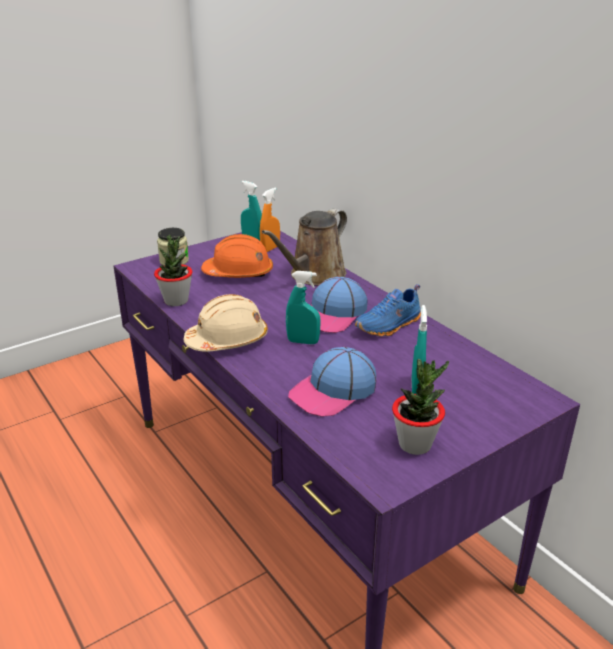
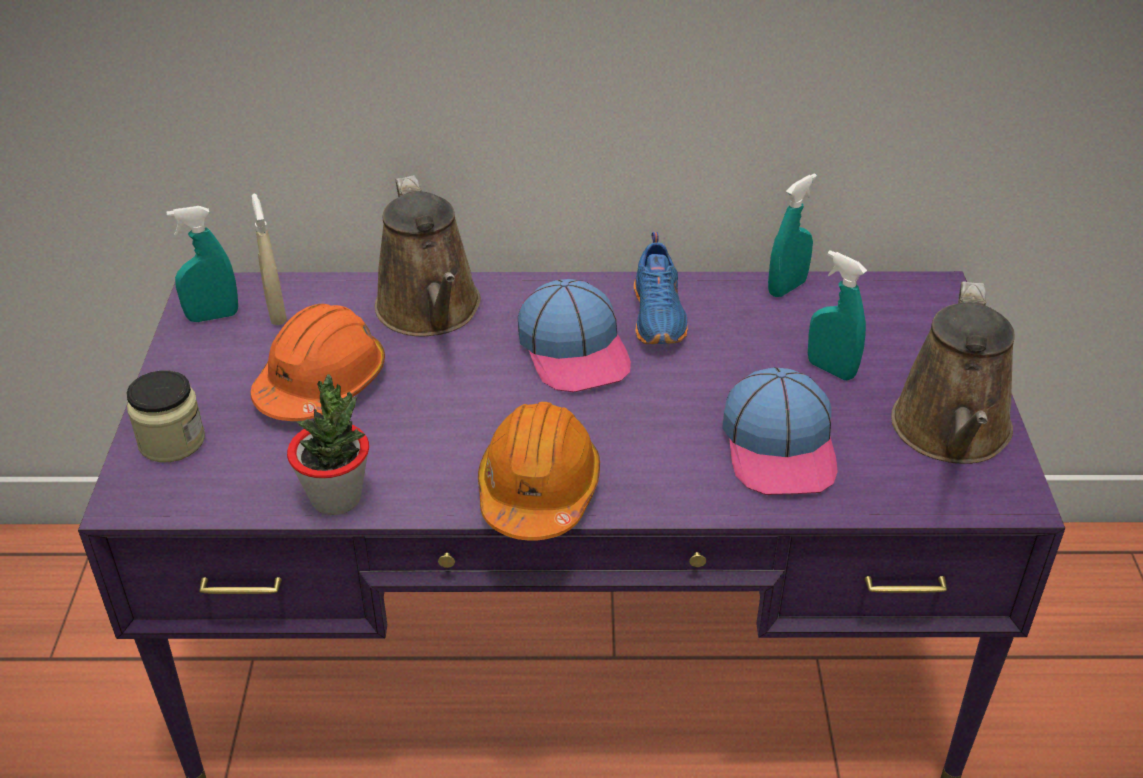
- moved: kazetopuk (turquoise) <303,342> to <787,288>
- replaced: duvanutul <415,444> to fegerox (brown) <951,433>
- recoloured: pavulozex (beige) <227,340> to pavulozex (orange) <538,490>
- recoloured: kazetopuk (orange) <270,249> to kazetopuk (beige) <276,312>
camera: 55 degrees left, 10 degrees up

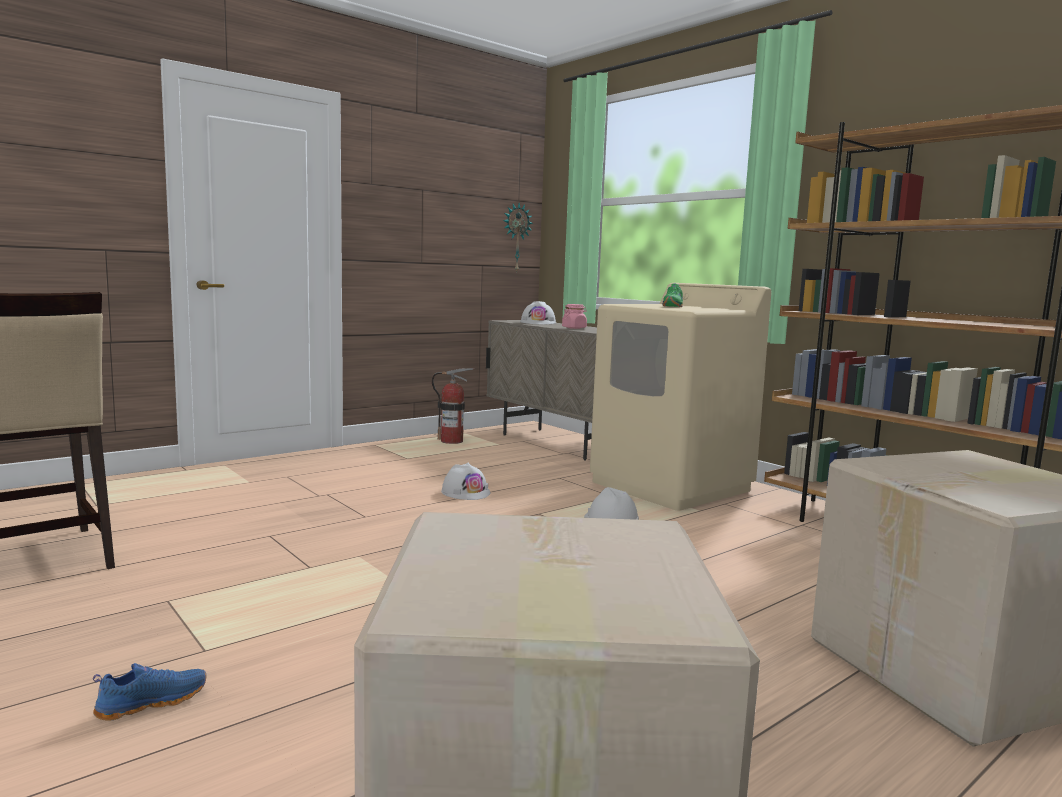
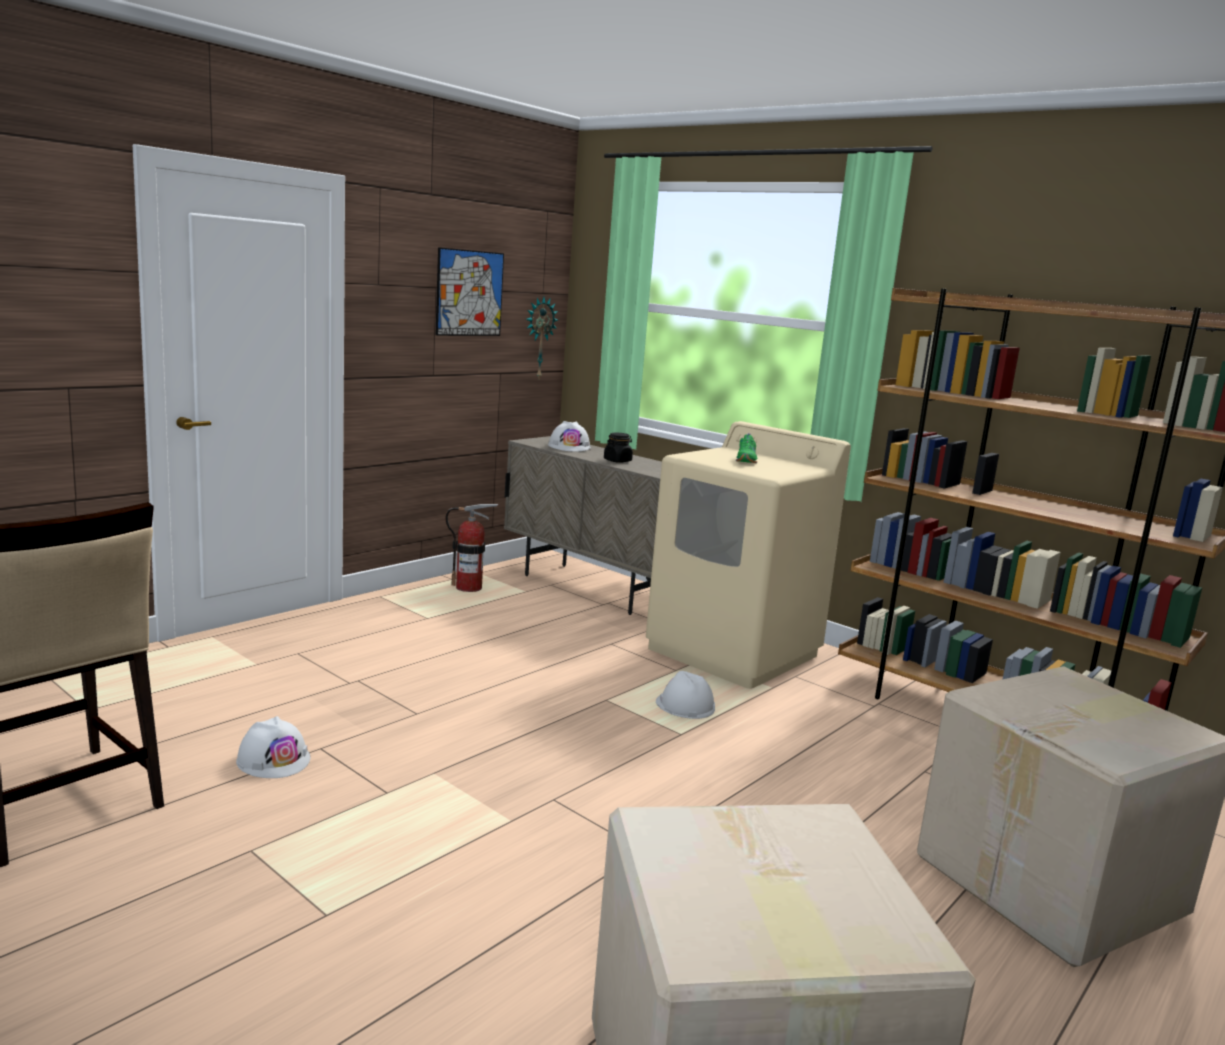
- removed: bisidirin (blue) <152,702>
- added: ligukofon <469,293>
- moved: pavulozex (white) <465,492> to <273,759>
- recoloured: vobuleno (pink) <574,328> to vobuleno (black) <617,461>
camera: 10 degrees left, 5 degrees up

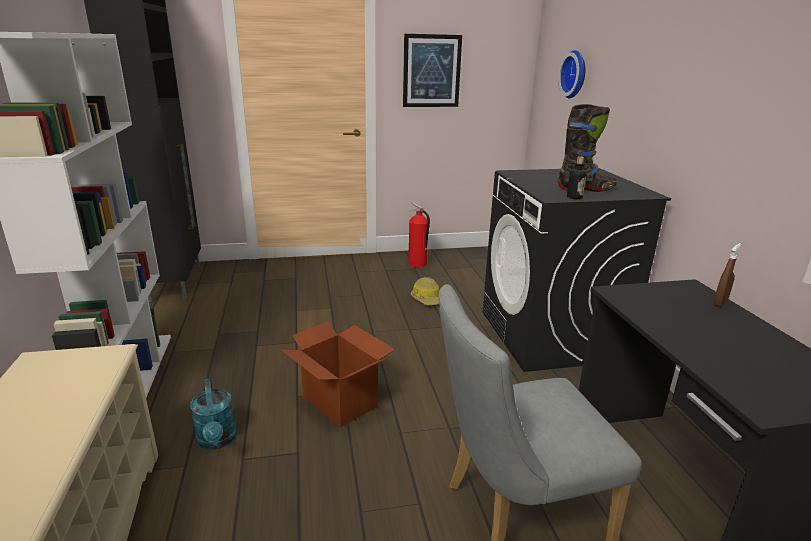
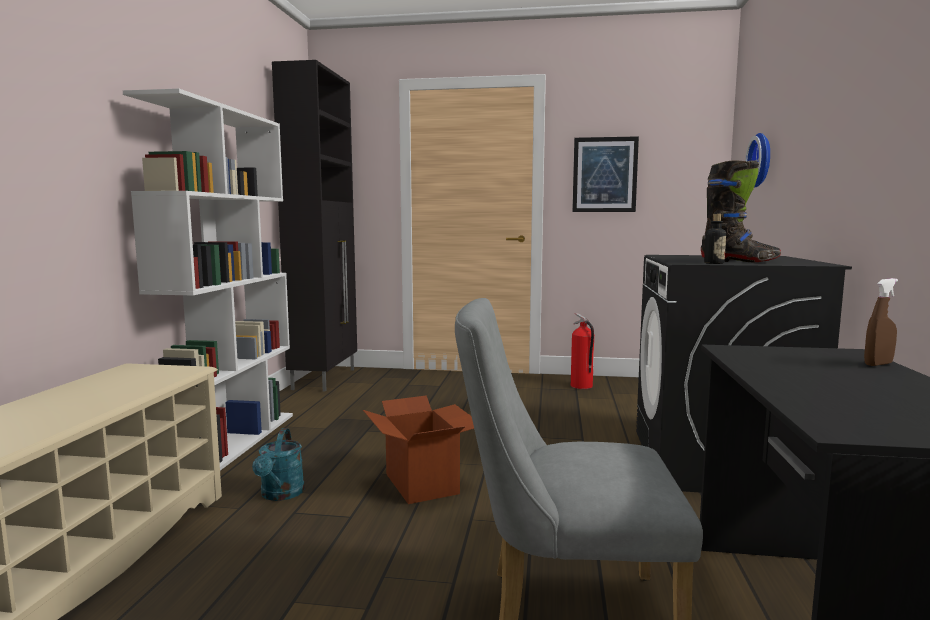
- removed: pavulozex <427,299>
camera: 20 degrees right, 15 degrees down

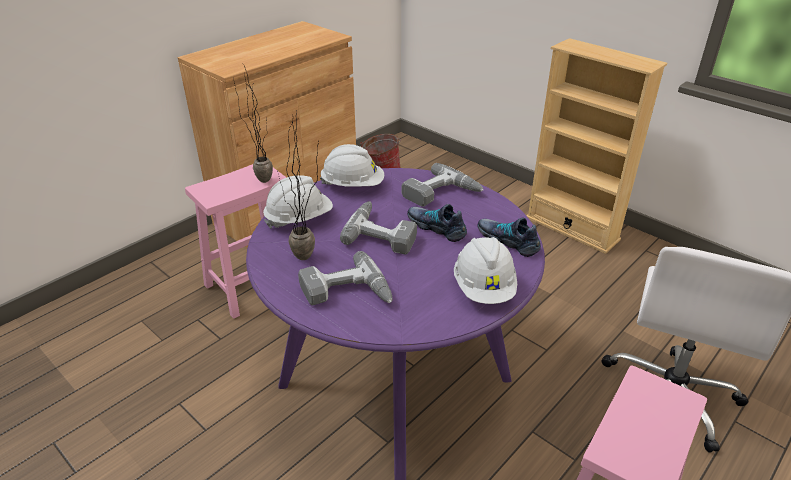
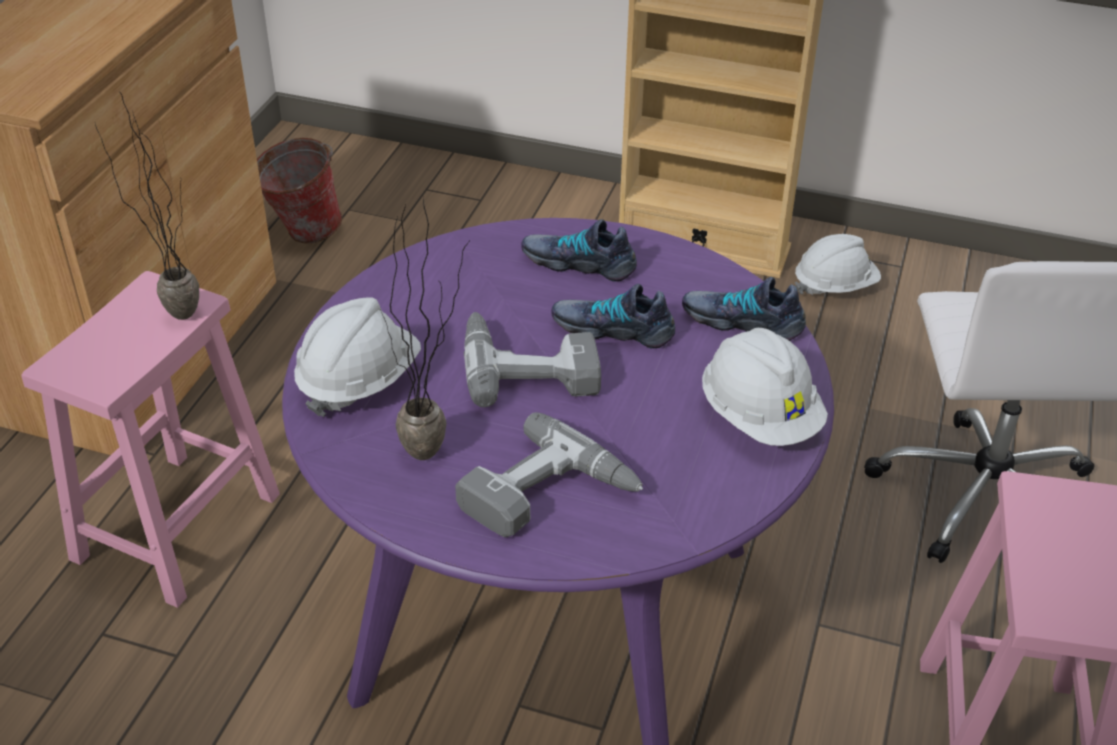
- moved: pavulozex (white) <353,185> to <835,286>
- replaced: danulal <442,194> to bisidirin <579,263>
camera: 25 degrees left, 5 degrees up

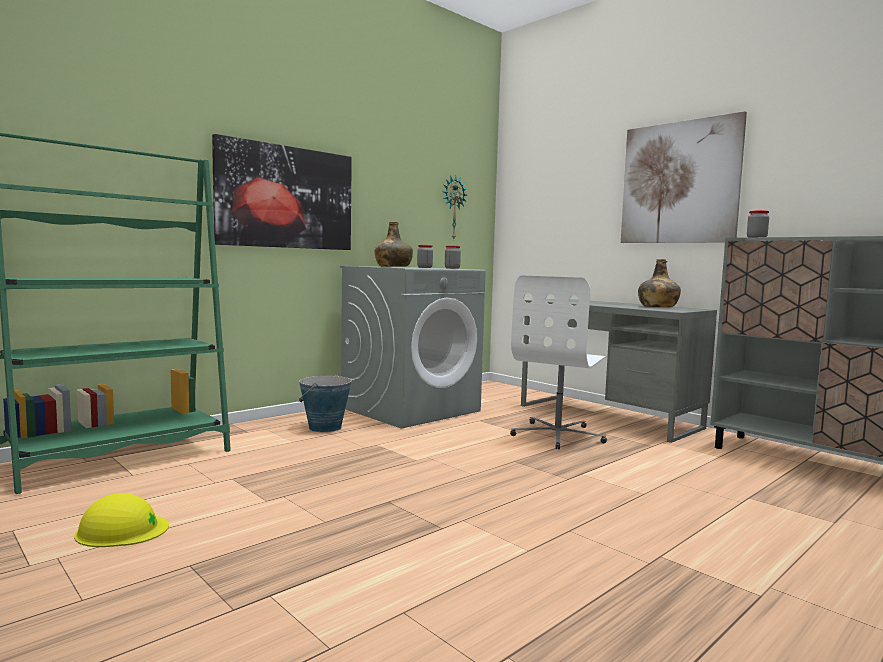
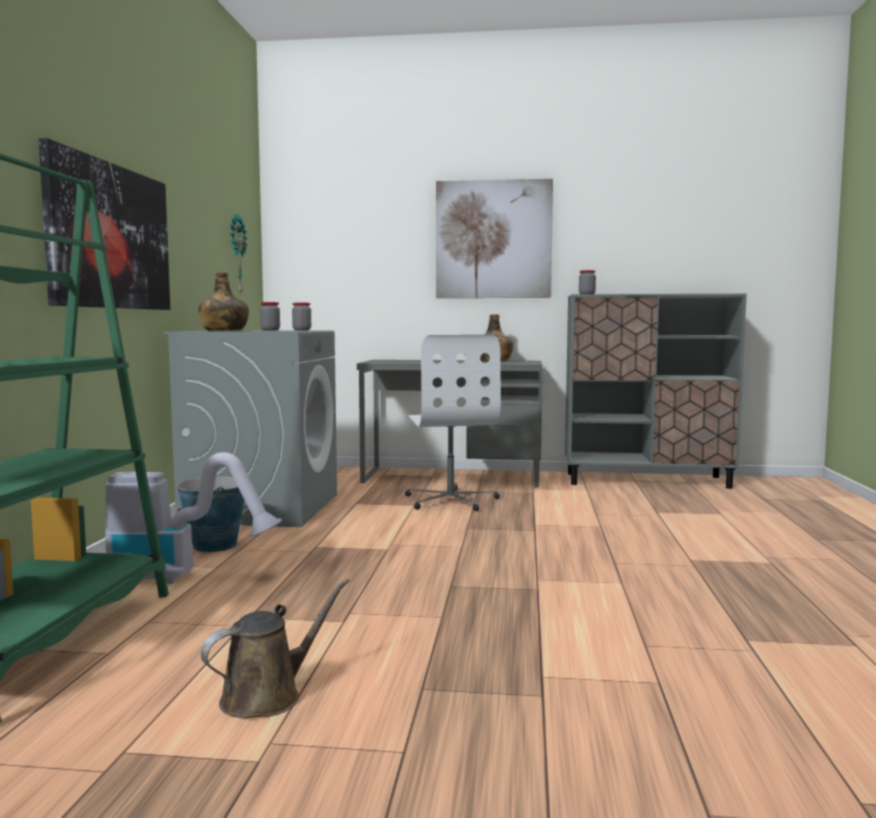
- added: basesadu <180,576>
- replaced: pavulozex (yellow) <122,530> to fegerox (brown) <268,696>
camera: 40 degrees left, 0 degrees up

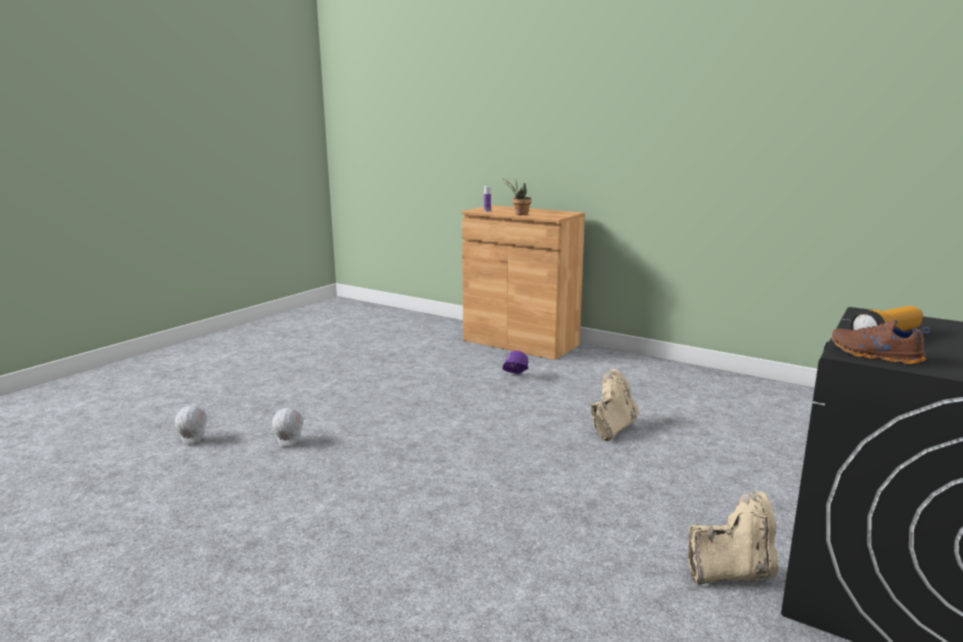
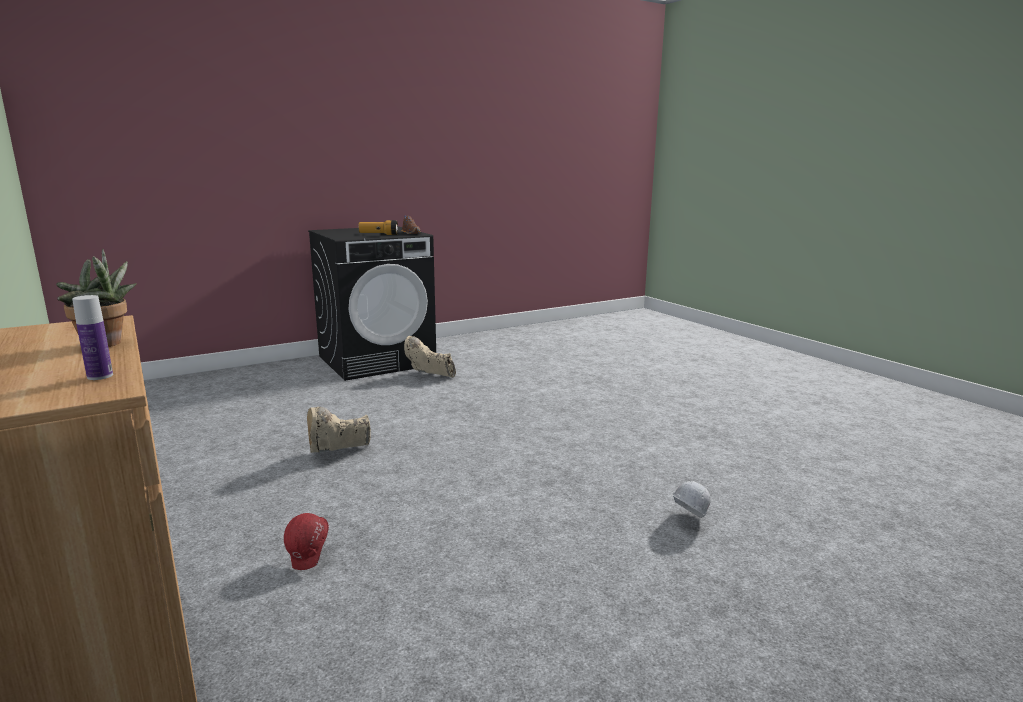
- removed: pavulozex (white) <195,439>
- recoloured: pavulozex (purple) <515,377> to pavulozex (red) <310,560>
camera: 155 degrees left, 0 degrees up

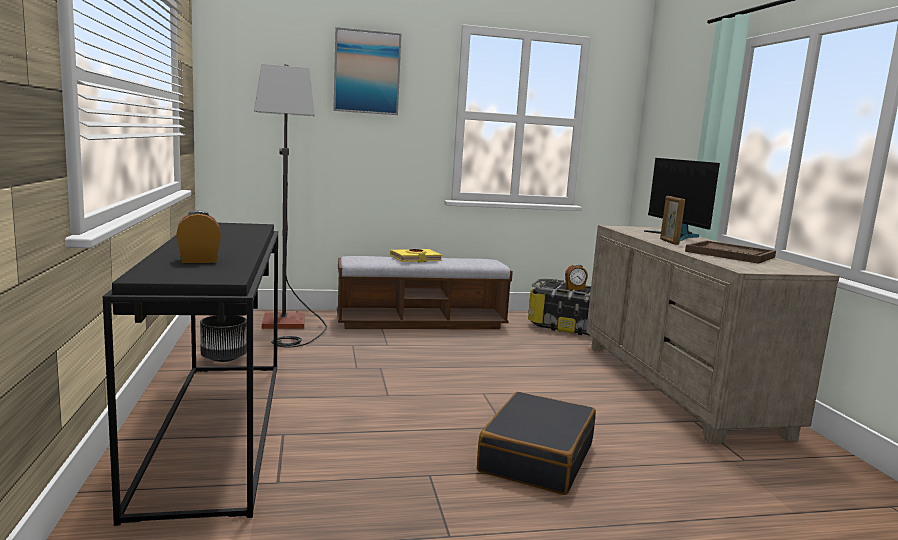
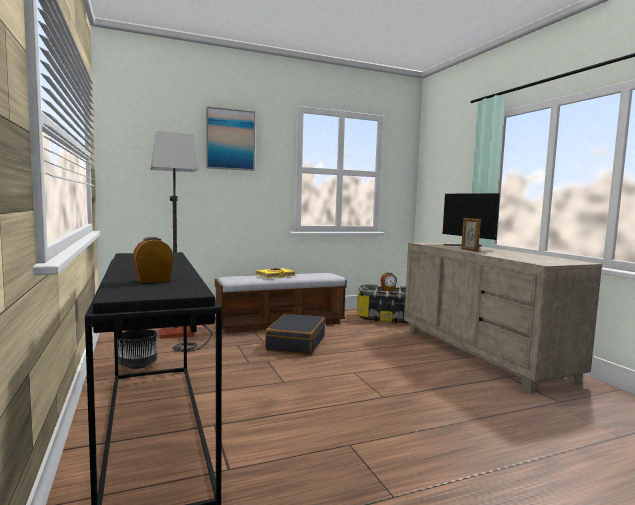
- removed: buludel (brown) <730,254>
- moved: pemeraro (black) <536,457> to <295,343>
camera: 10 degrees left, 5 degrees down

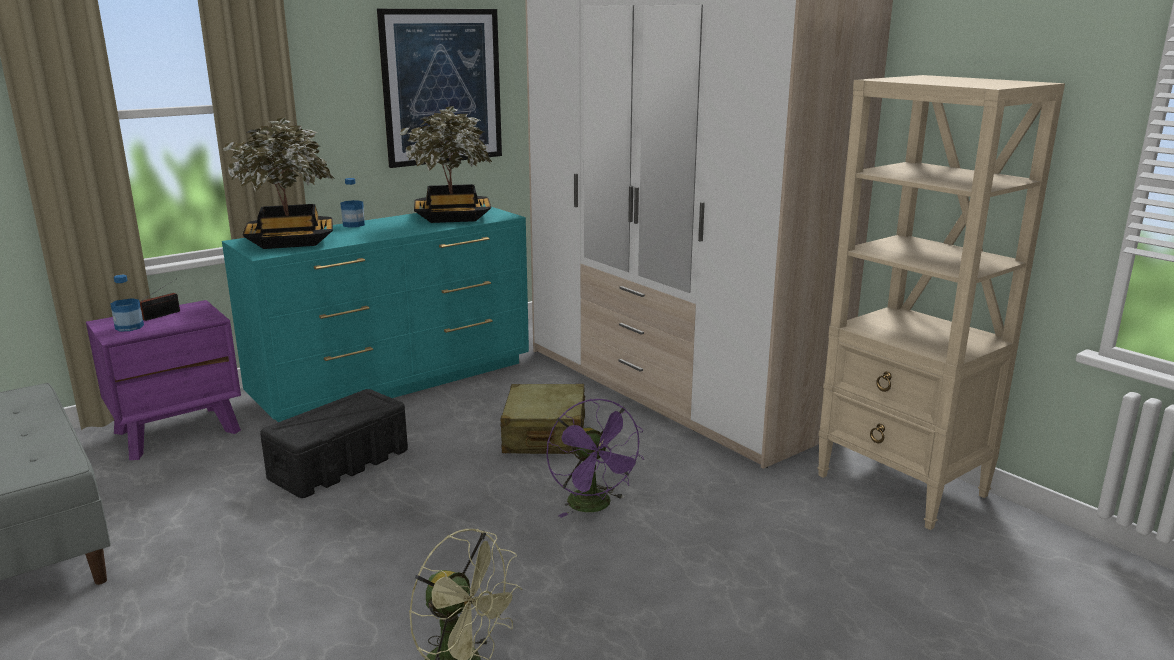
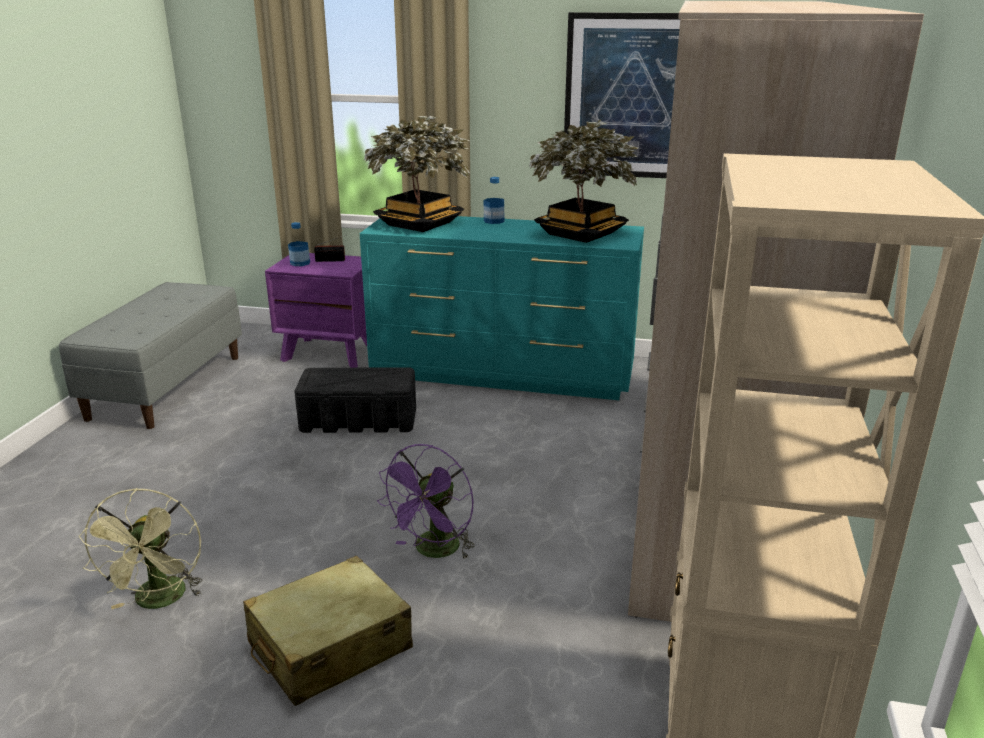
- moved: pemeraro (beige) <545,435> to <329,647>
camera: 50 degrees right, 5 degrees up

